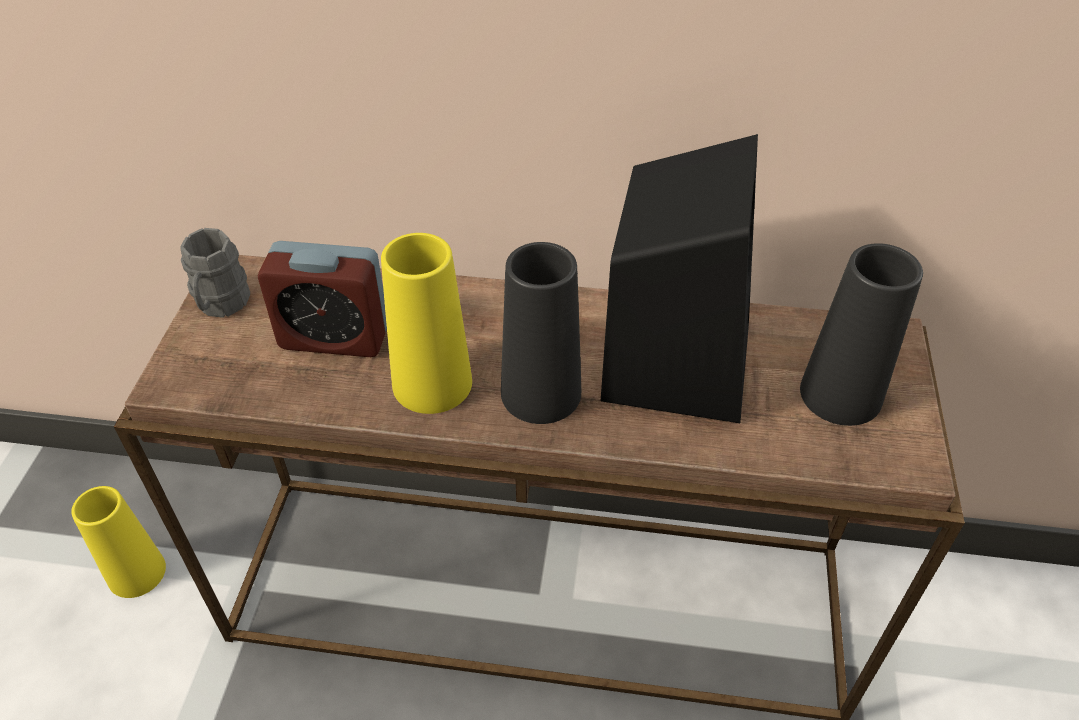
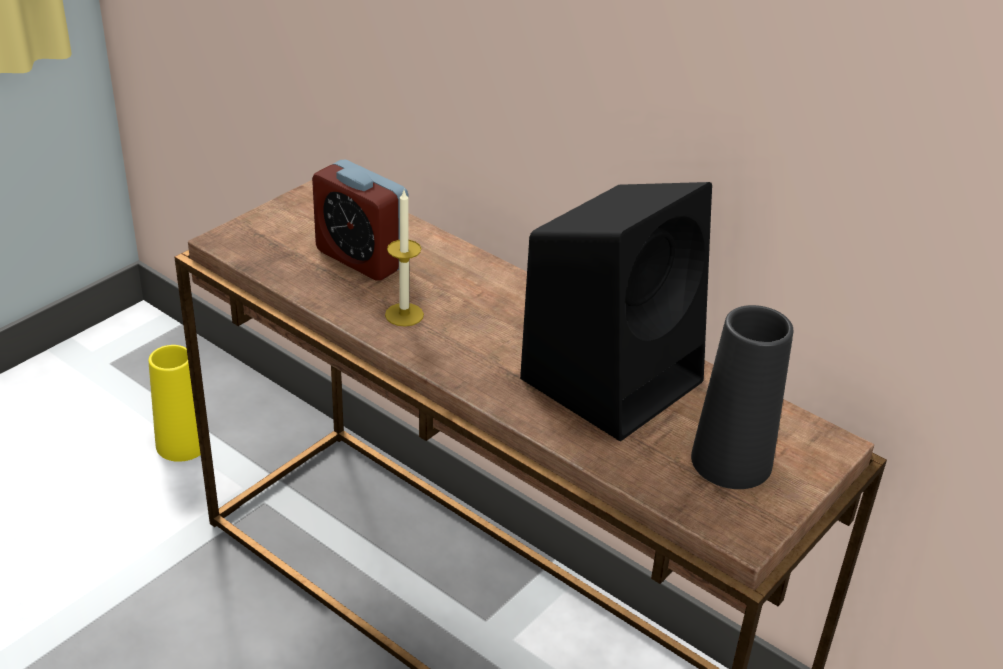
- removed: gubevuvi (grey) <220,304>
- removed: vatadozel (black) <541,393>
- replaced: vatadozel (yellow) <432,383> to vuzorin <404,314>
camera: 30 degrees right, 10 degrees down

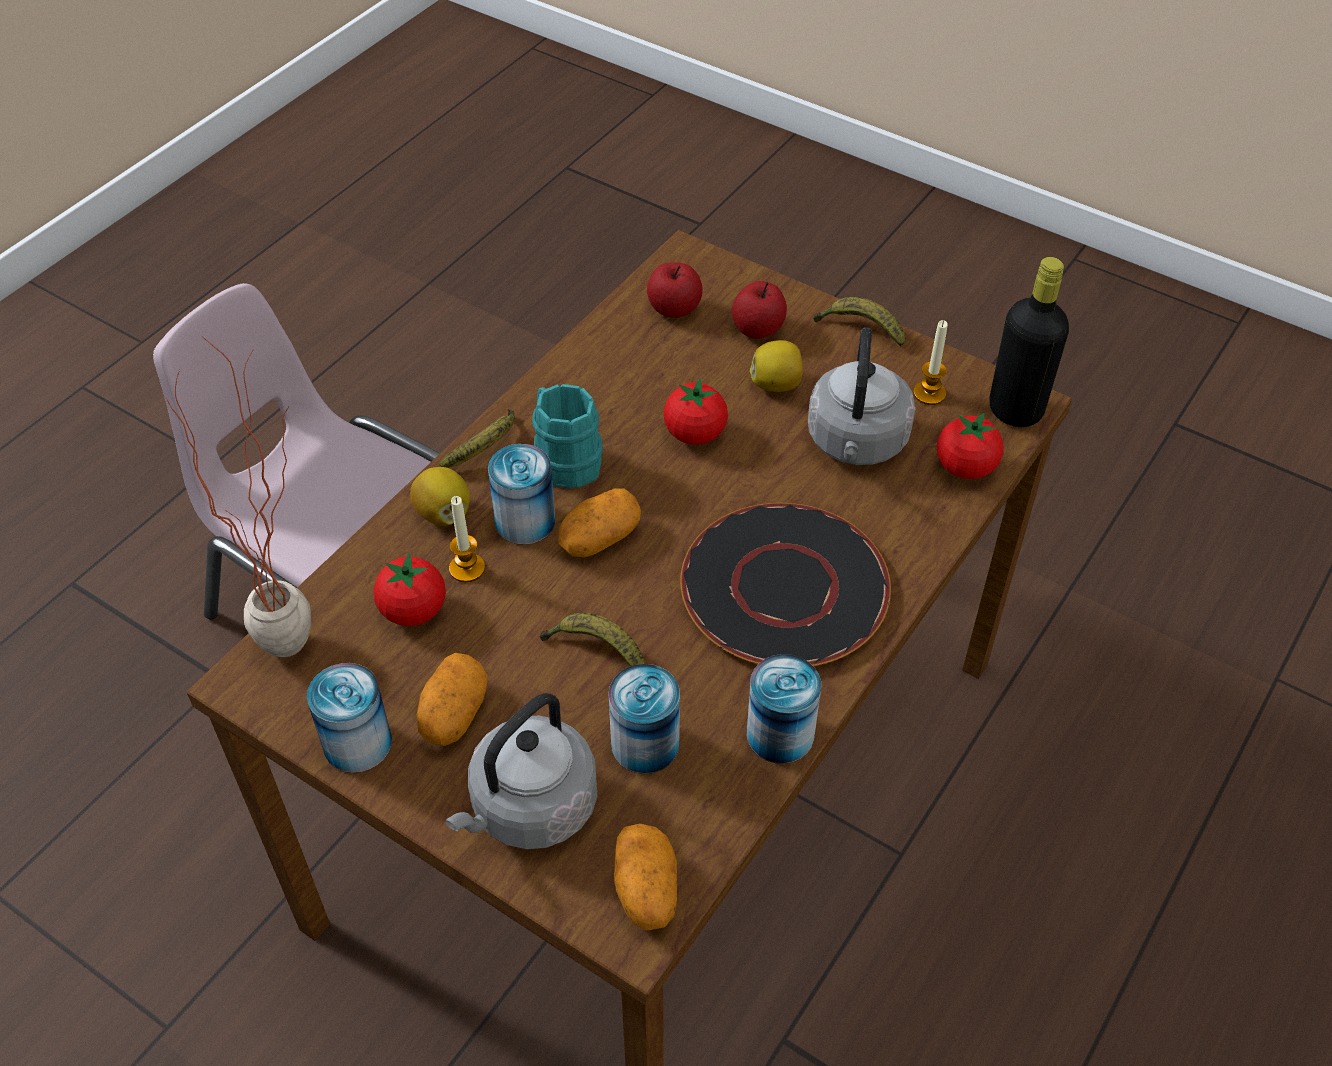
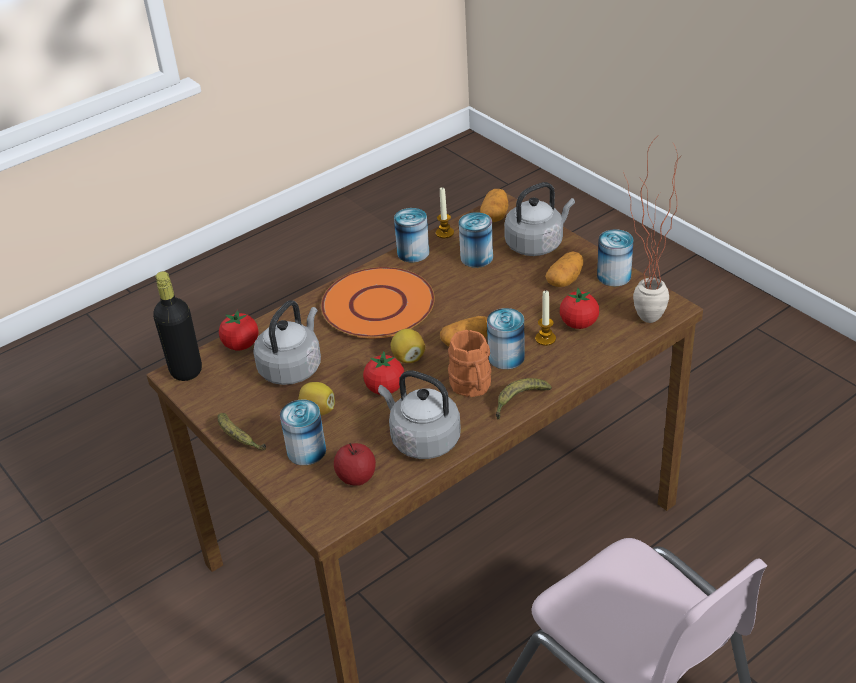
- removed: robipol <596,649>
- added: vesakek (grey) <422,440>
- moved: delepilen <443,513> to <408,358>
- moved: vuzorin <929,394> to <444,233>
- replaced: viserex <758,329> to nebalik <306,451>
- recoloured: gubevuvi (turquoise) <564,459> to gubevuvi (orange) <472,387>
- recoloured: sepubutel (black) <783,587> to sepubutel (orange) <378,305>
camera: 160 degrees left, 10 degrees down

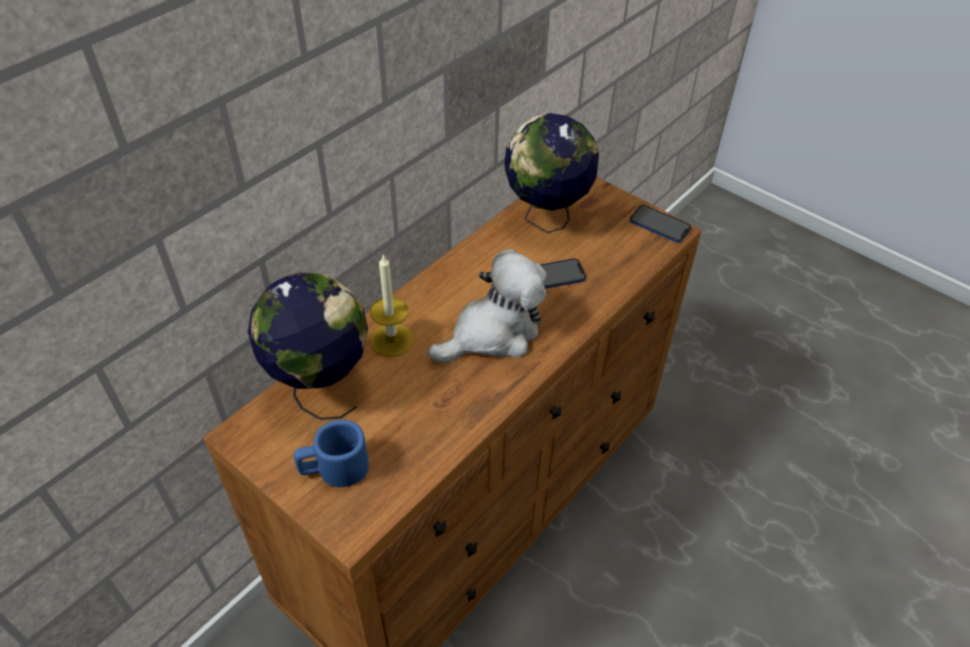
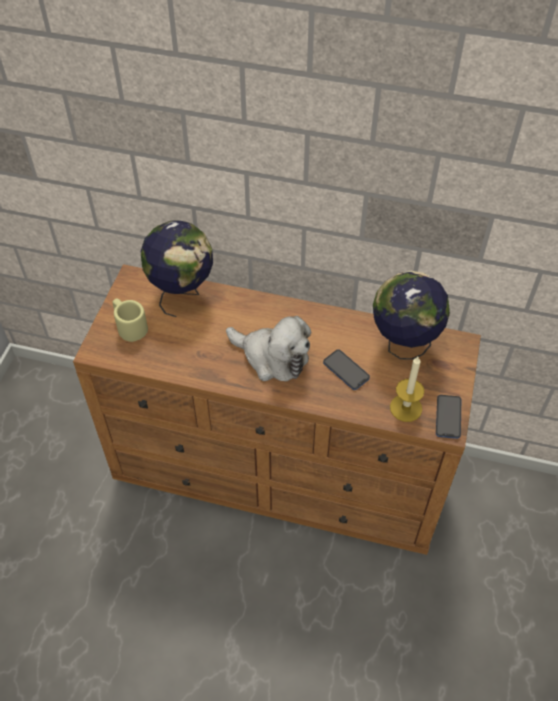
- moved: vuzorin <392,340> to <406,408>
- recoloured: gubevuvi (blue) <334,469> to gubevuvi (beige) <129,326>
camera: 65 degrees right, 5 degrees up

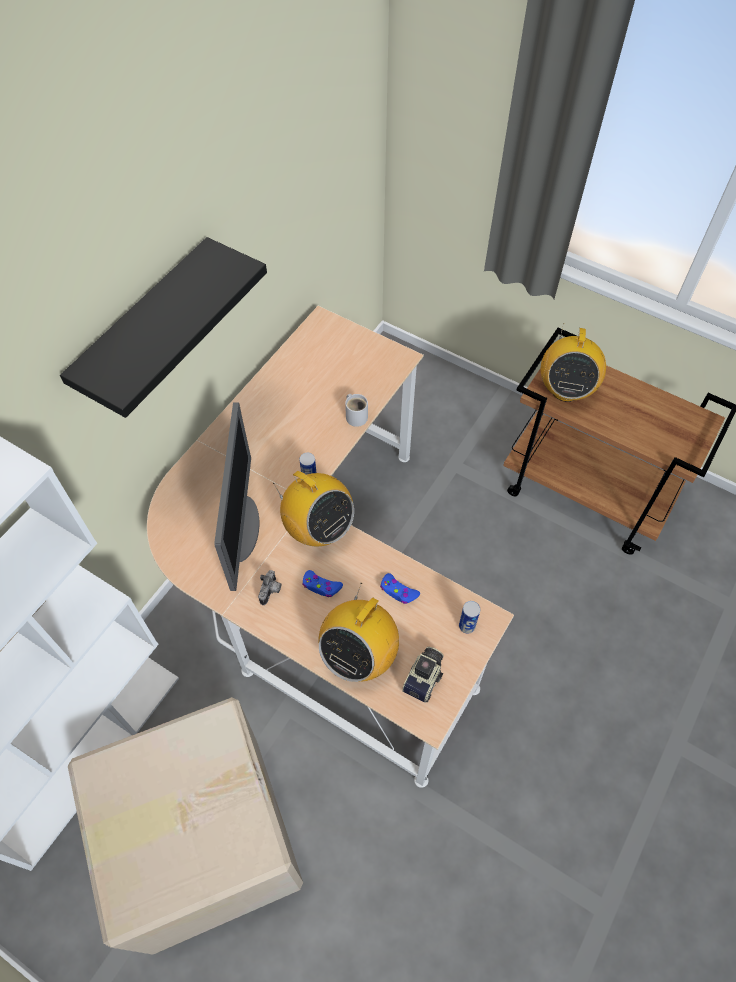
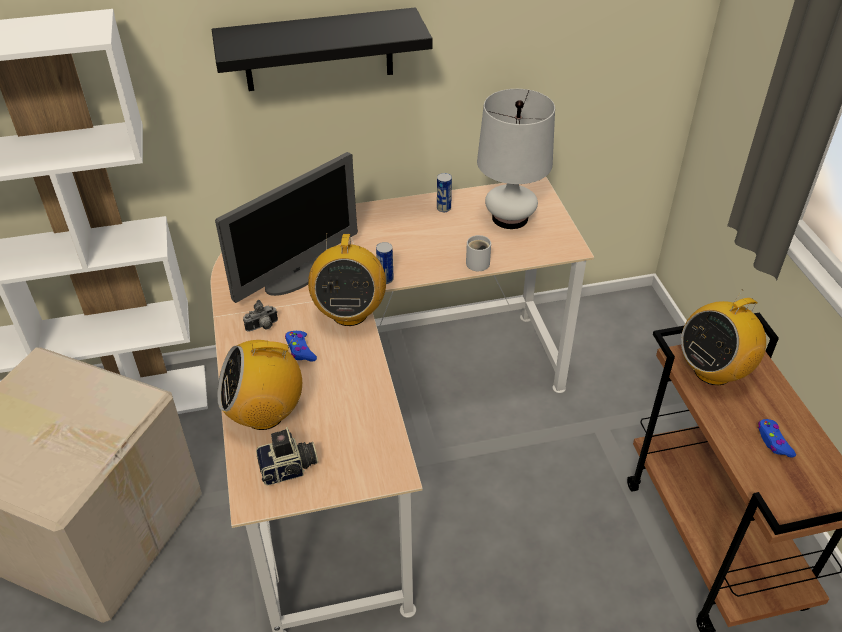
- added: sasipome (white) <510,218>
- moved: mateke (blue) <398,591> to <773,441>
- moved: nebalik <467,626> to <443,208>
camera: 45 degrees right, 15 degrees down

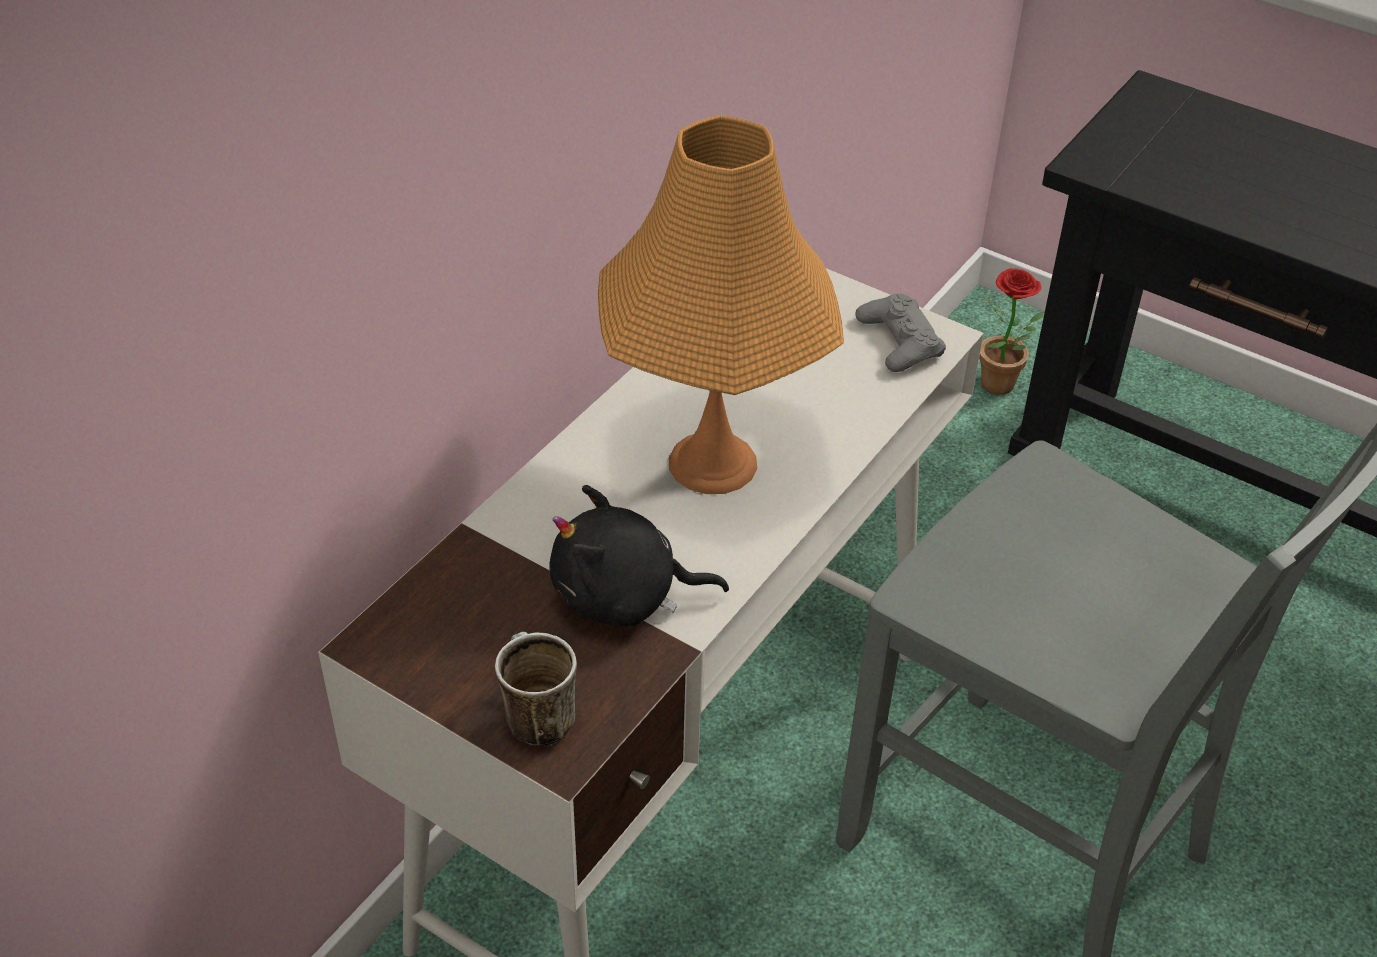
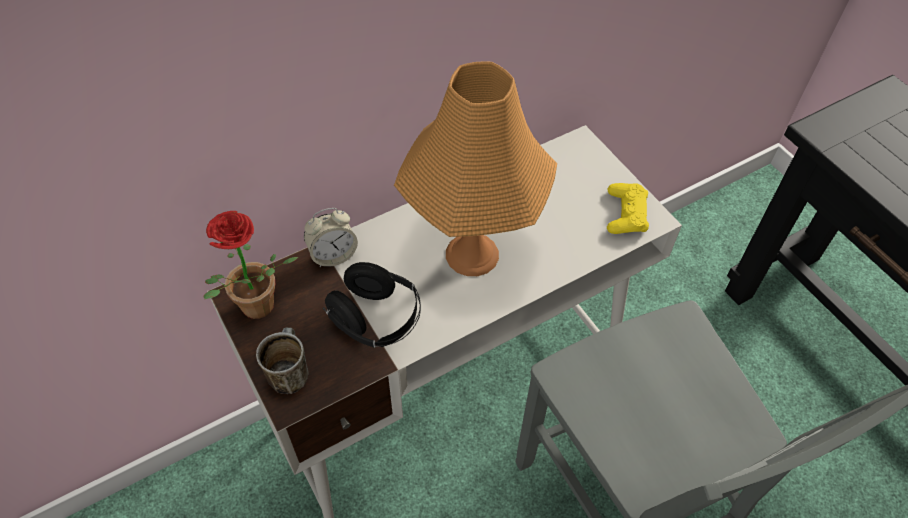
- added: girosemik <333,255>
- moved: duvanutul <1001,389> to <256,312>
- replaced: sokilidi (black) <624,597> to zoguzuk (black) <376,319>
- recoloured: mateke (grey) <899,341> to mateke (yellow) <626,213>
camera: 25 degrees right, 10 degrees up

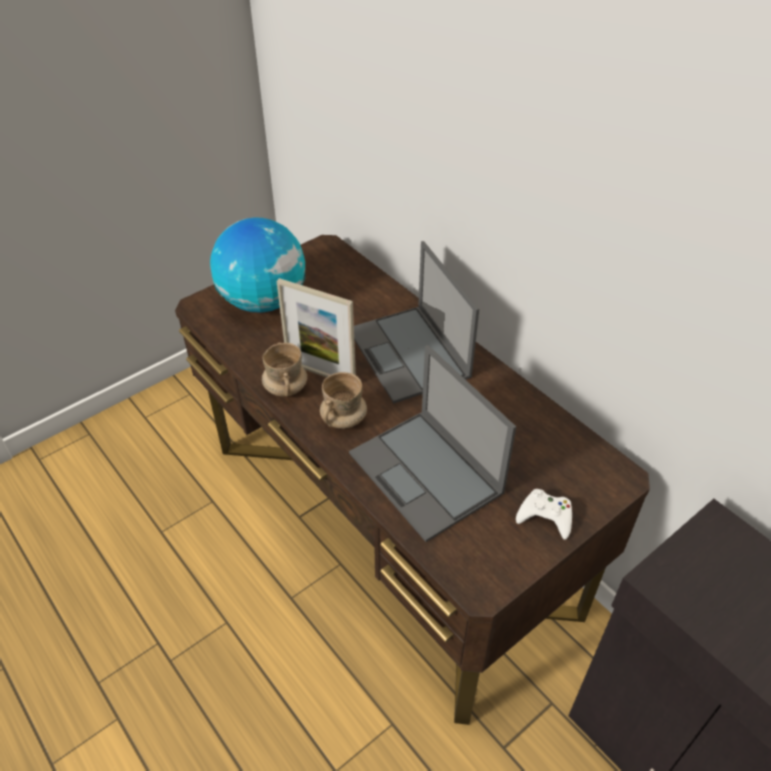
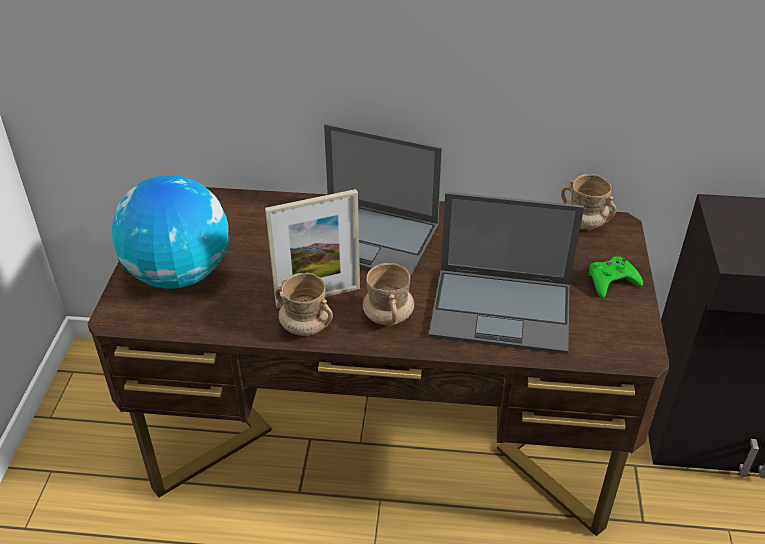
- added: gubevuvi (beige) <583,223>
- recoloured: mateke (white) <545,516> to mateke (green) <611,281>
camera: 45 degrees left, 5 degrees down

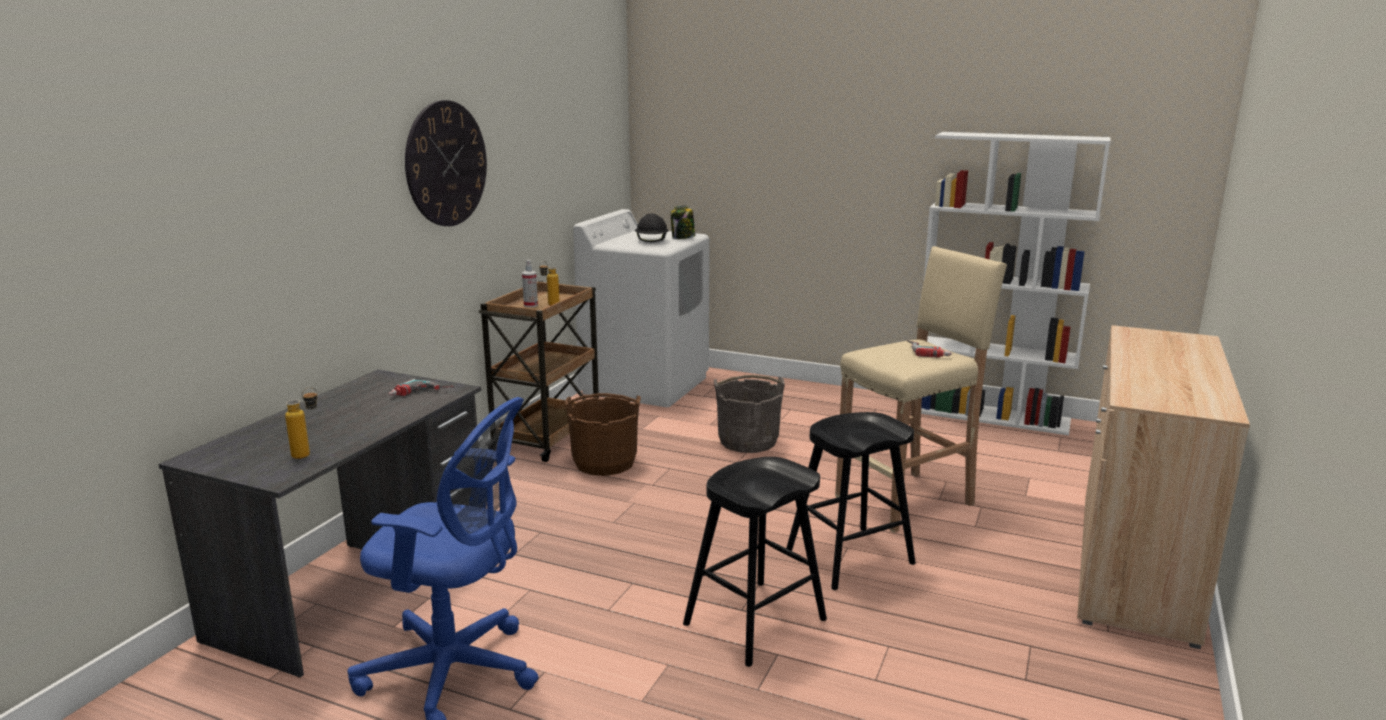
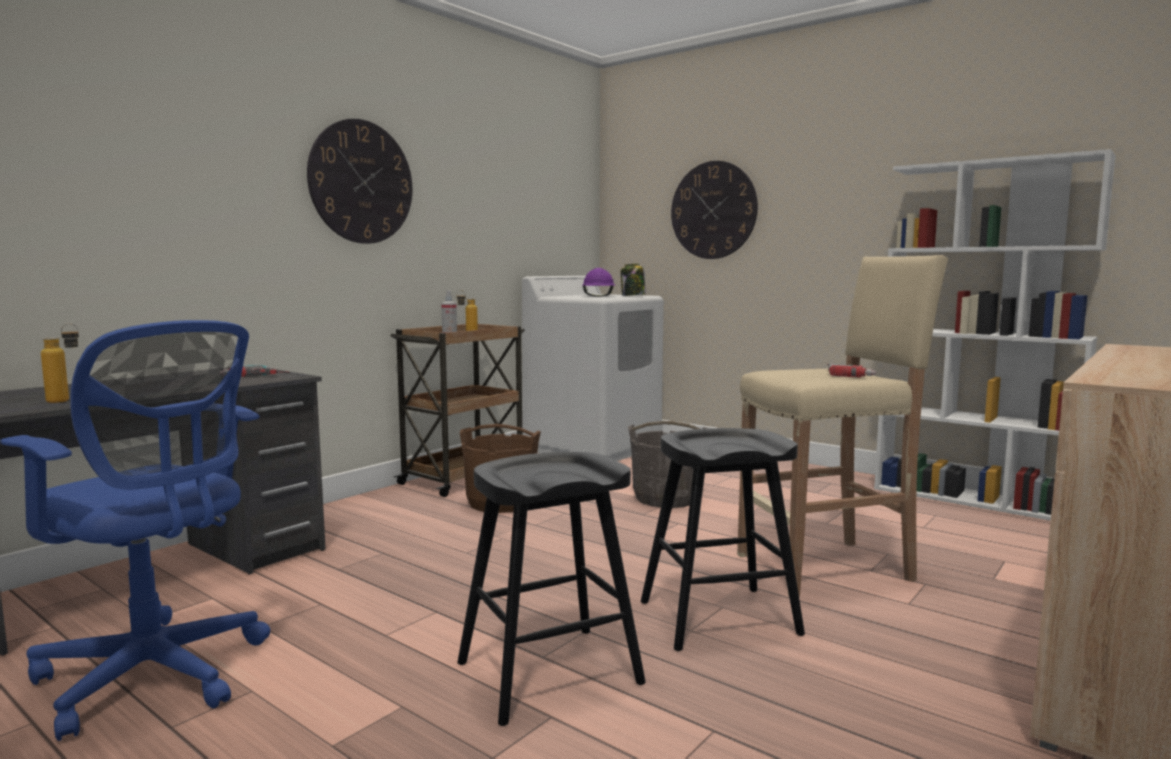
- added: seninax <713,210>
- recoloured: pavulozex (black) <651,241> to pavulozex (purple) <598,296>
camera: 15 degrees right, 10 degrees down

